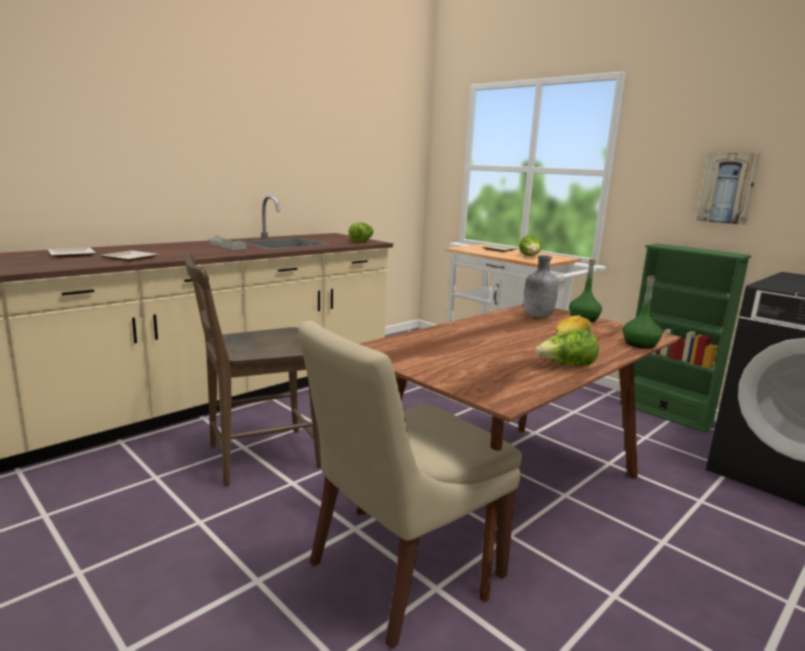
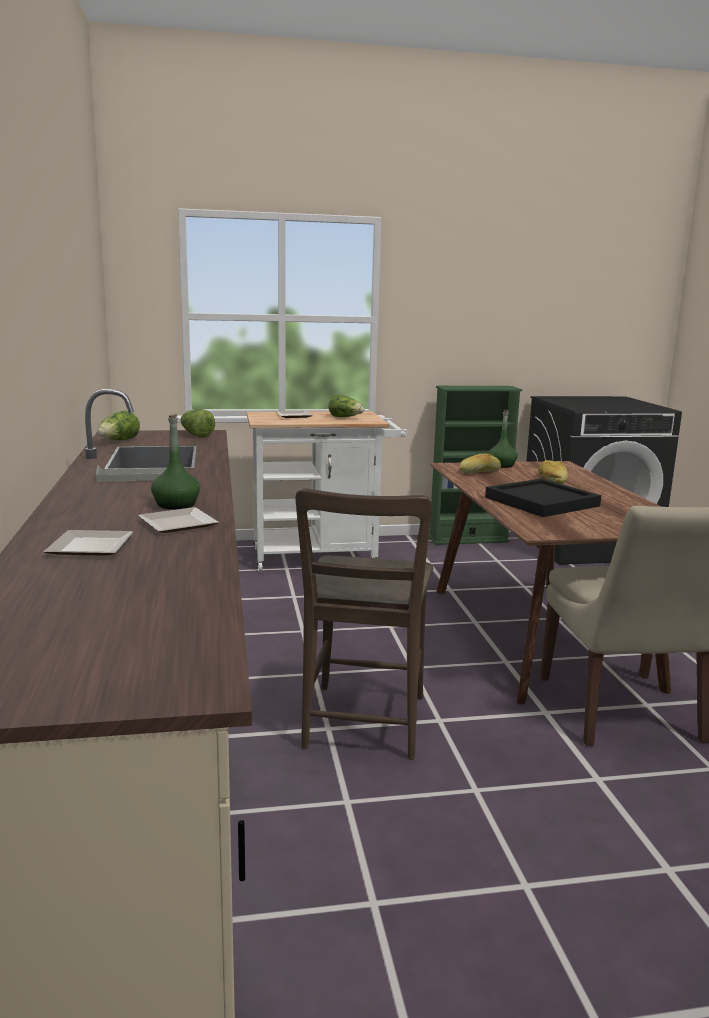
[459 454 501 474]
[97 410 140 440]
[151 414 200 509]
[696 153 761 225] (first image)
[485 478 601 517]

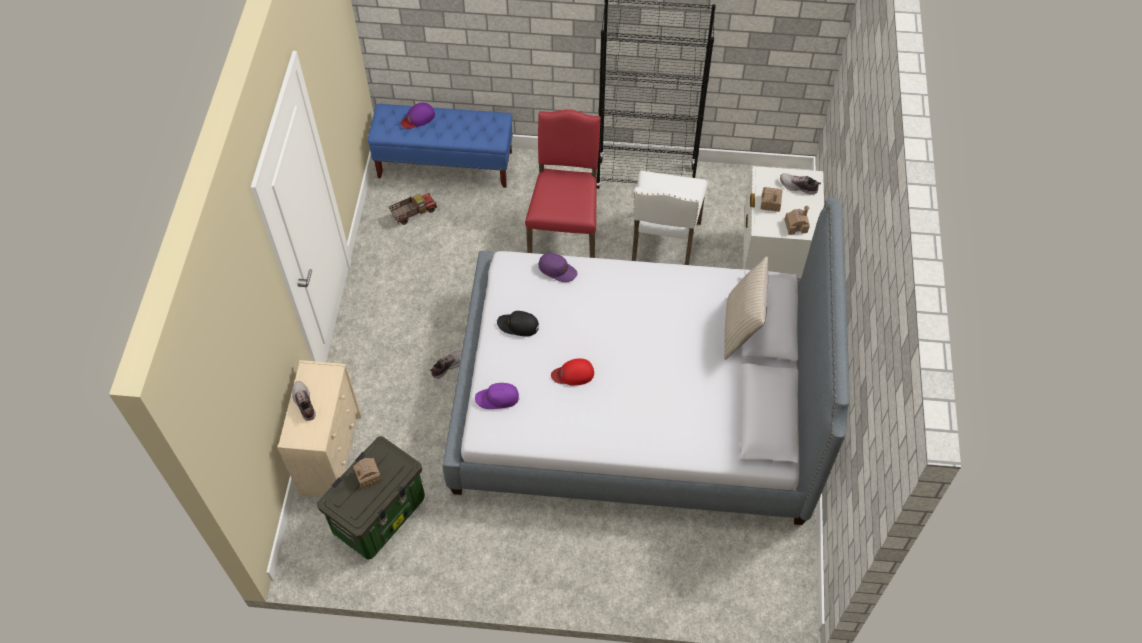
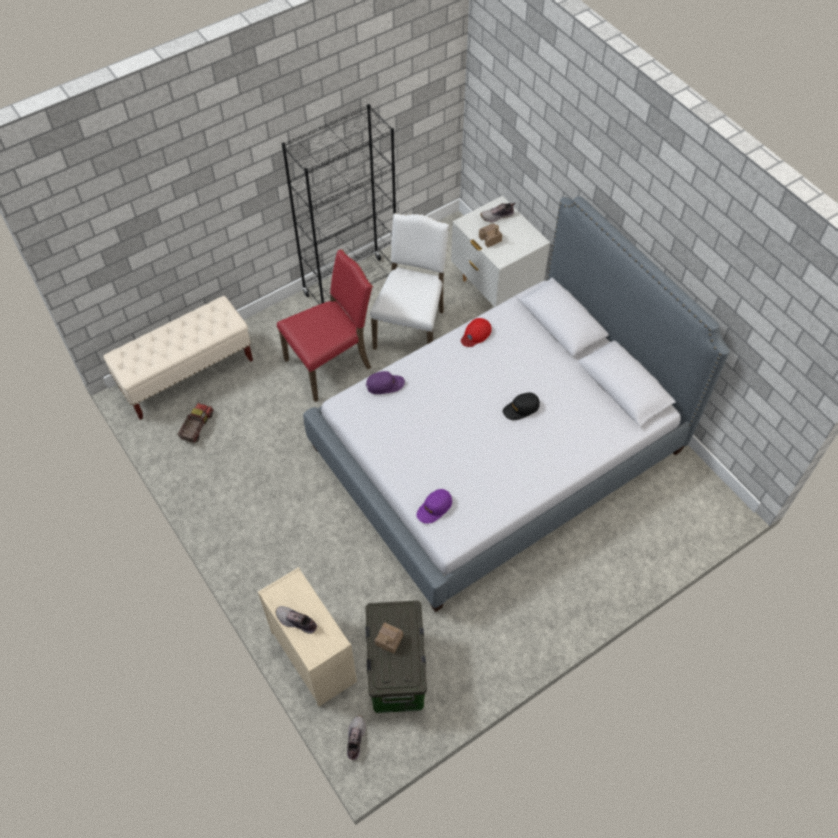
[103 296 253 420]
[401 103 435 129] (first image)
[347 715 366 760]
[503 392 540 420]
[277 250 373 402]
[461 318 492 347]
[370 213 449 350]
[724 256 768 360] (first image)
[784 206 810 235] (first image)

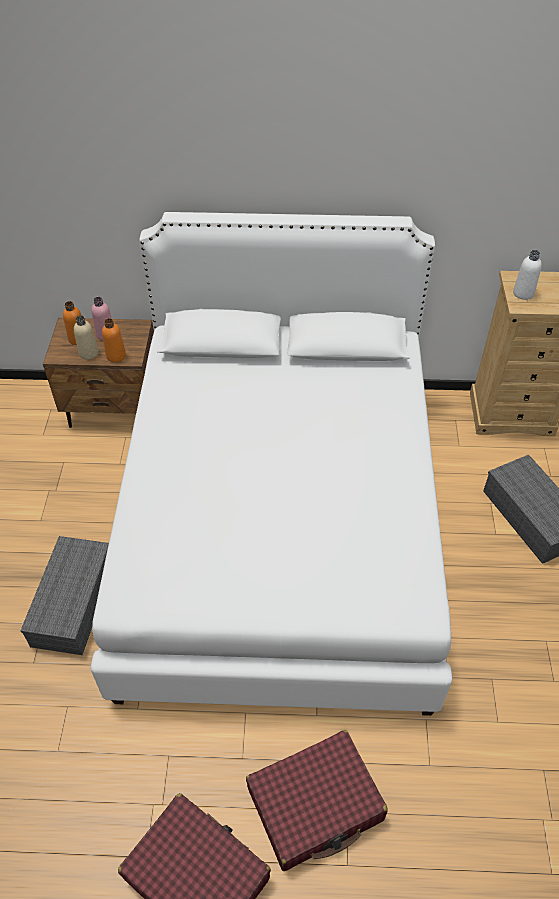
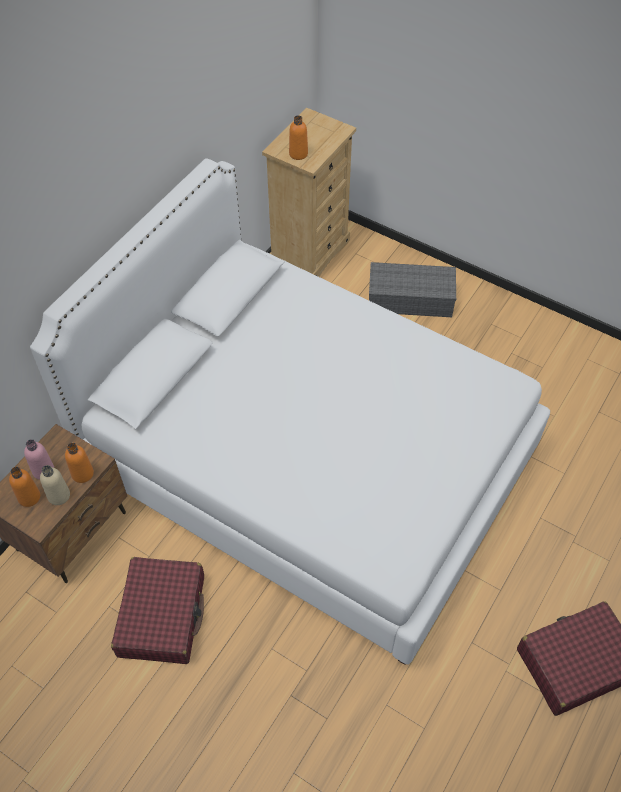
[20 536 109 655] (first image)
[111 557 204 664]
[289 115 308 160]

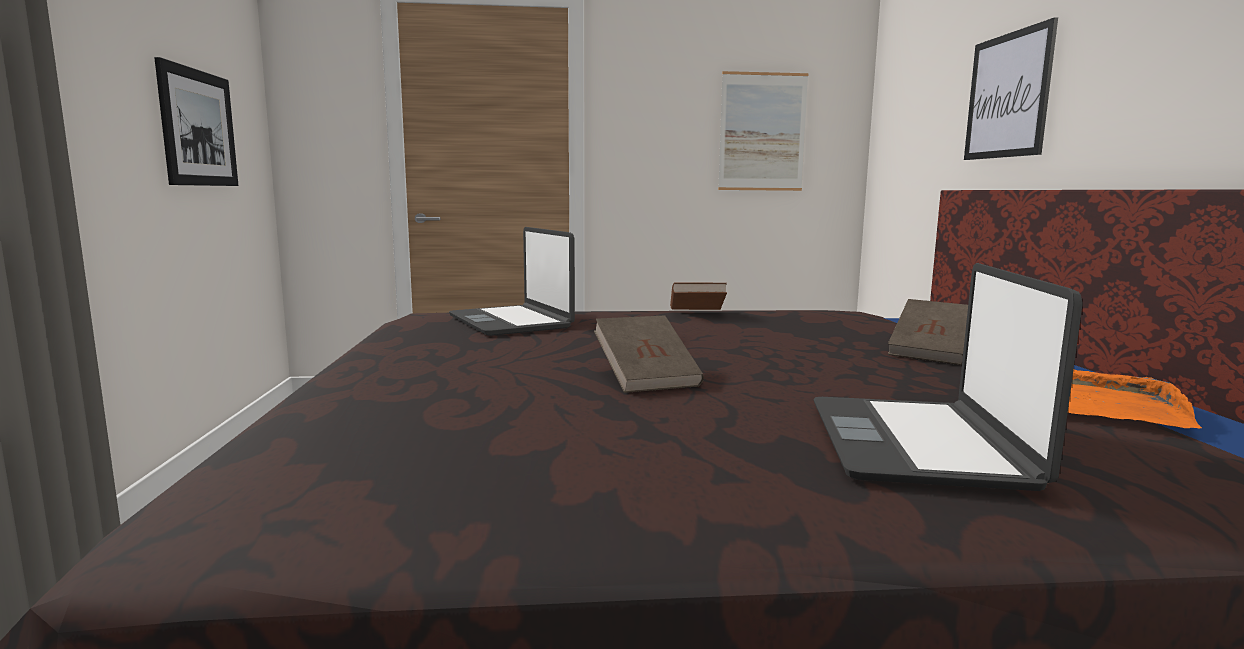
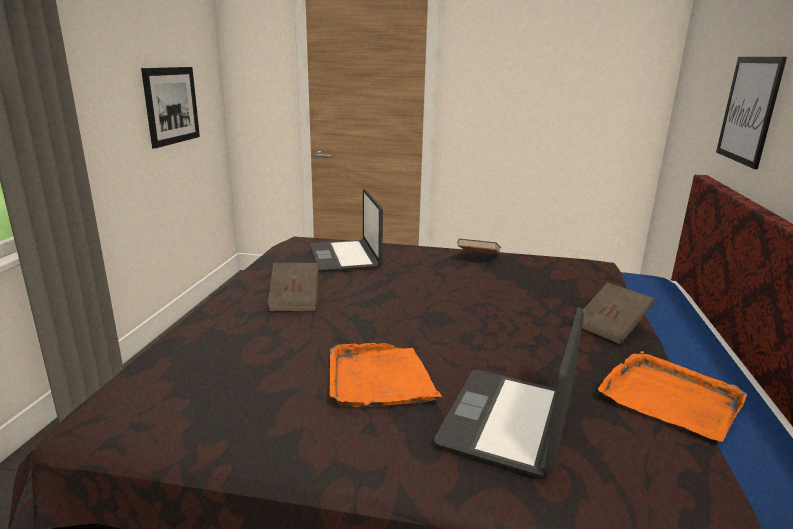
[268 263 319 311]
[718 71 808 191] (first image)
[329 343 442 408]

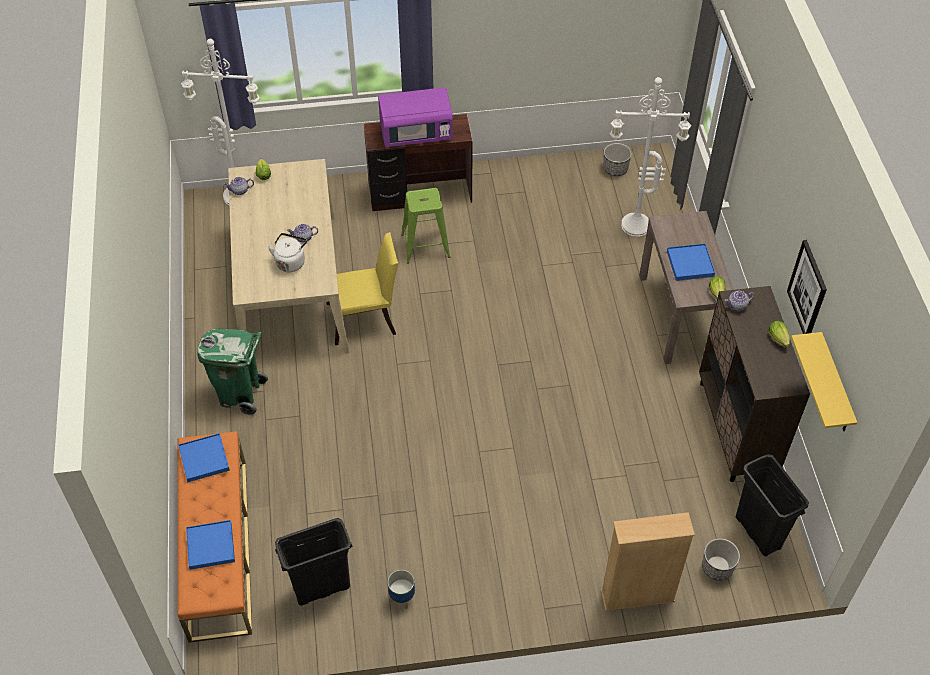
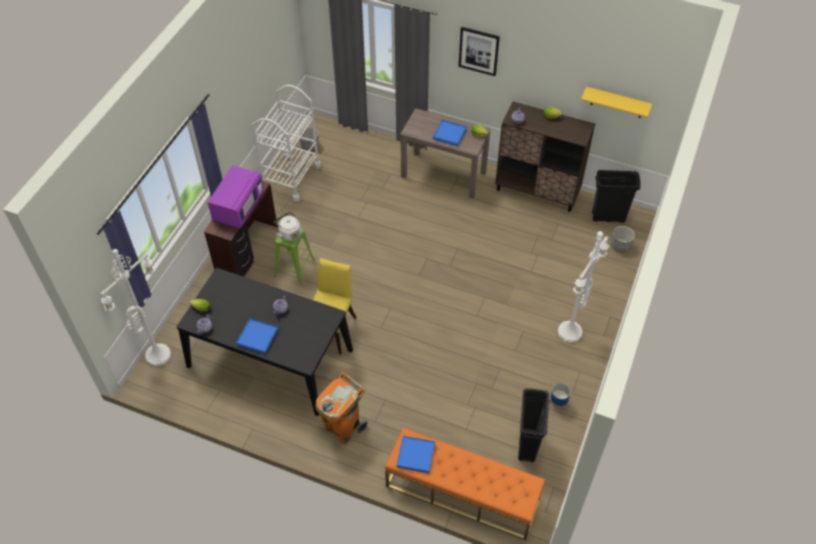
[236 318 278 354]
[315 371 368 444]
[176 268 353 416]
[274 212 301 241]
[601 512 695 611] (first image)
[558 231 609 342]
[459 27 500 76]
[252 85 321 202]

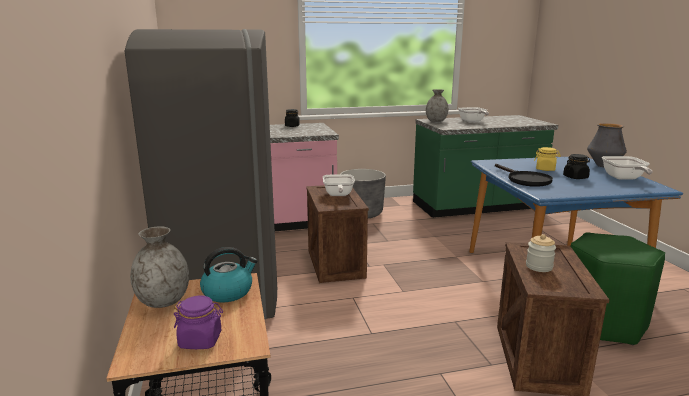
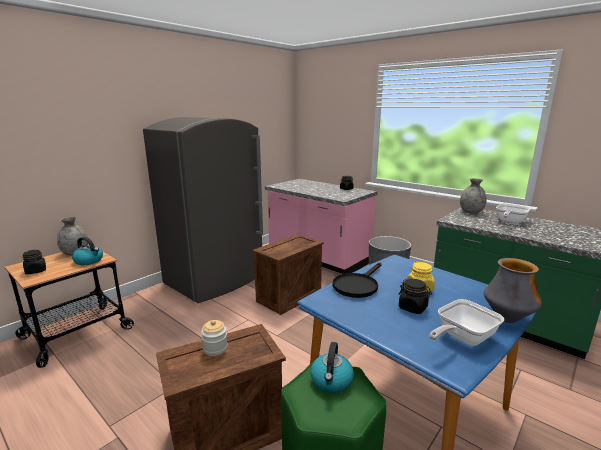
[22 250 46 274]
[323 174 355 196] (first image)
[310 342 354 393]

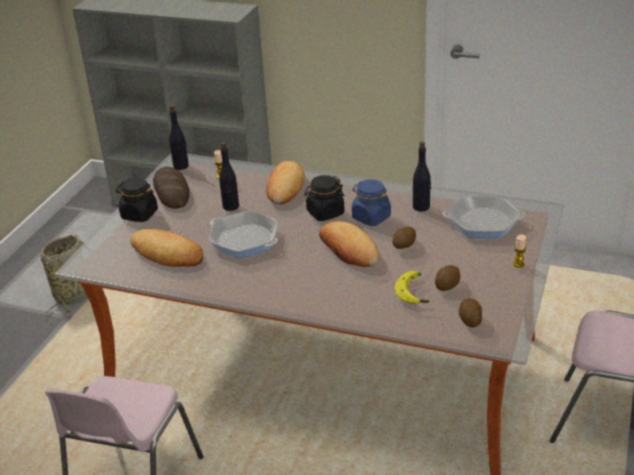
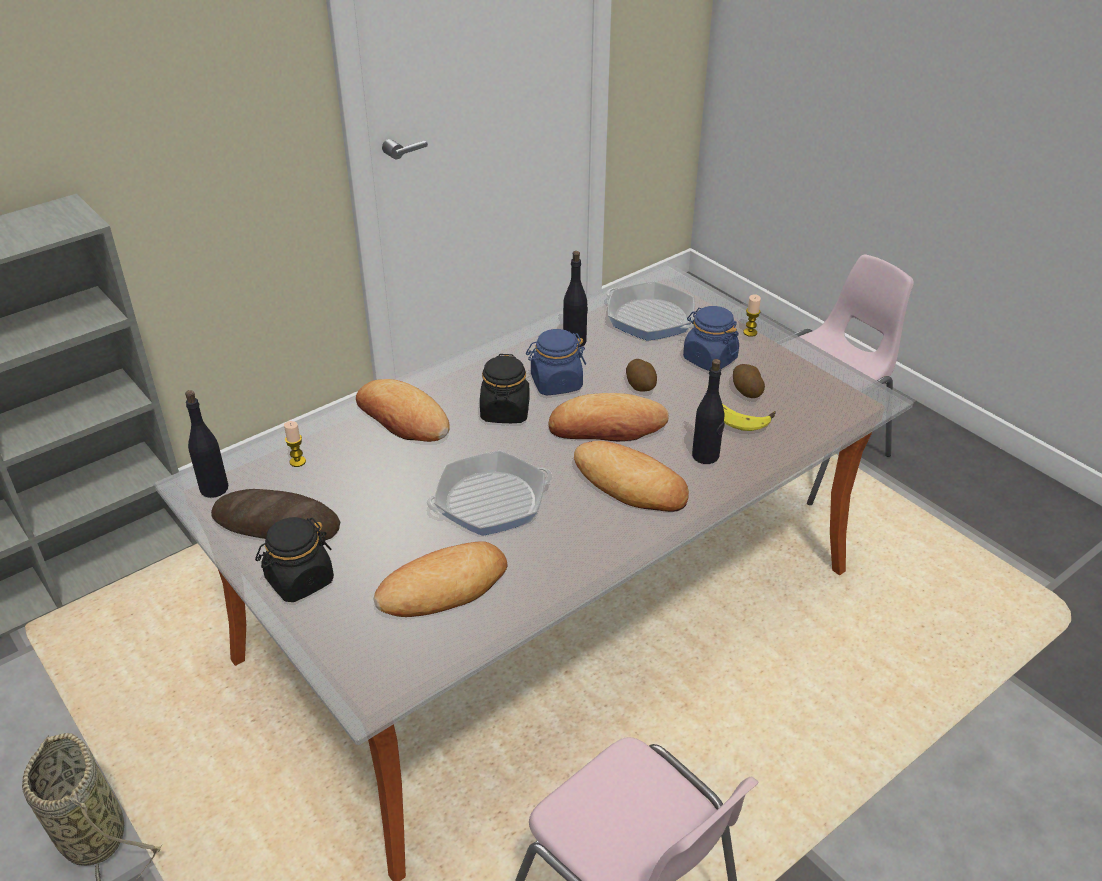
[692 359 725 464]
[606 282 695 341]
[459 298 482 327] (first image)
[574 441 689 512]
[683 306 739 371]

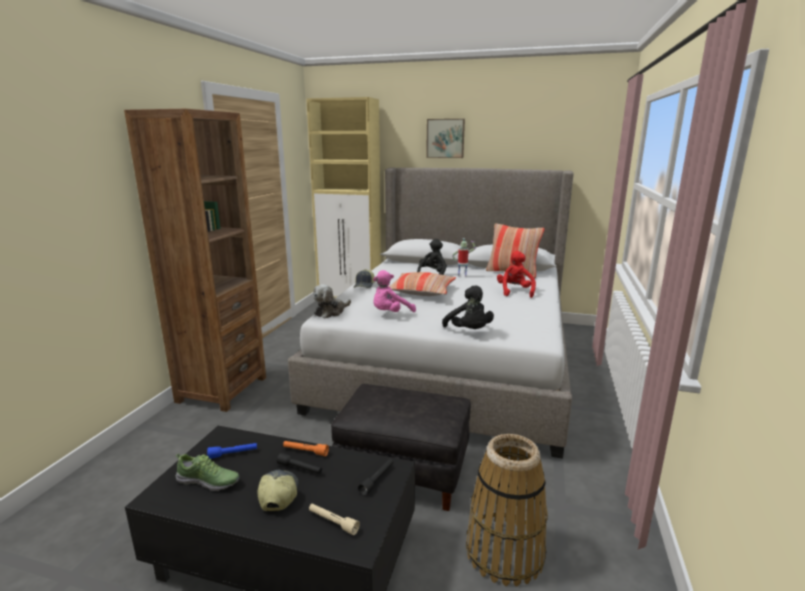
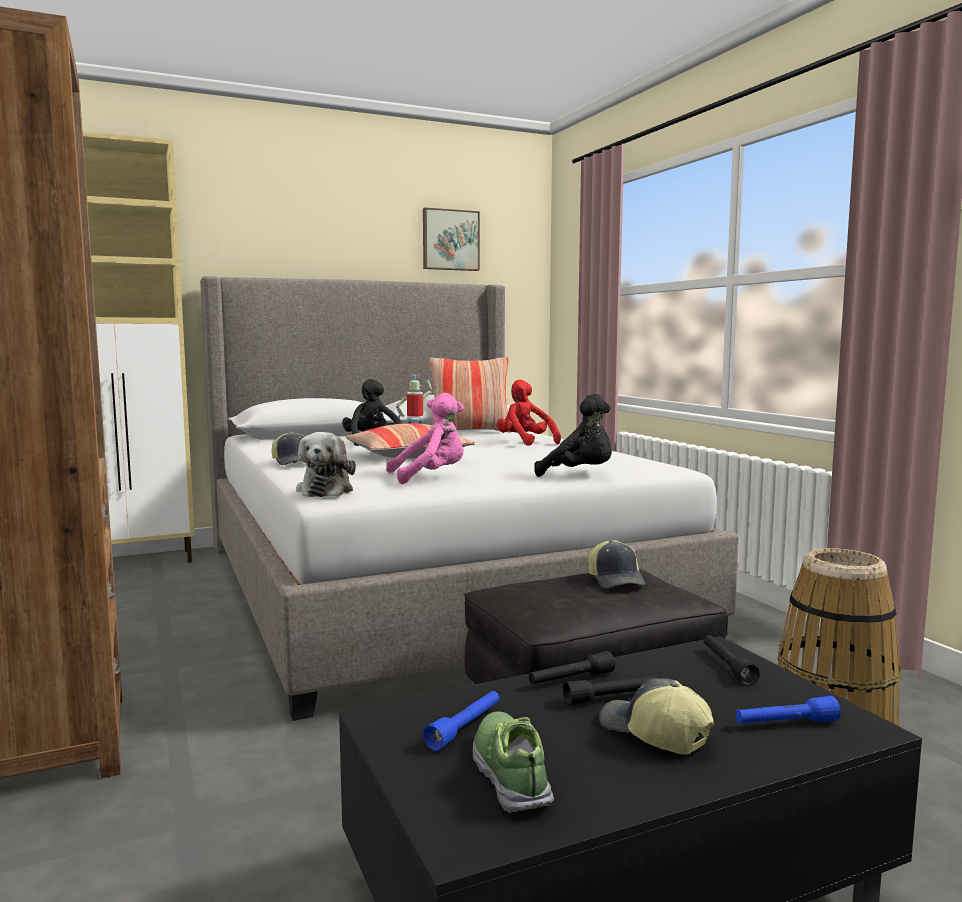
[473 711 554 813]
[529 651 615 684]
[736 696 841 724]
[386 393 464 484]
[423 208 480 271]
[588 540 645 588]

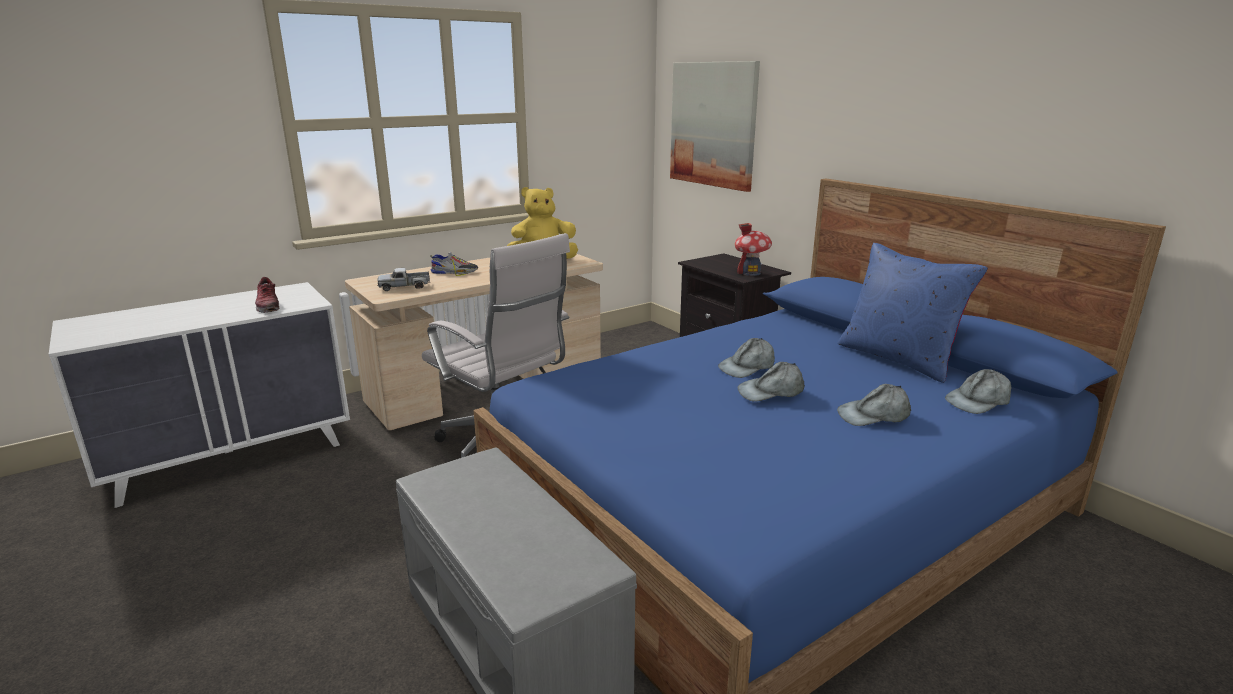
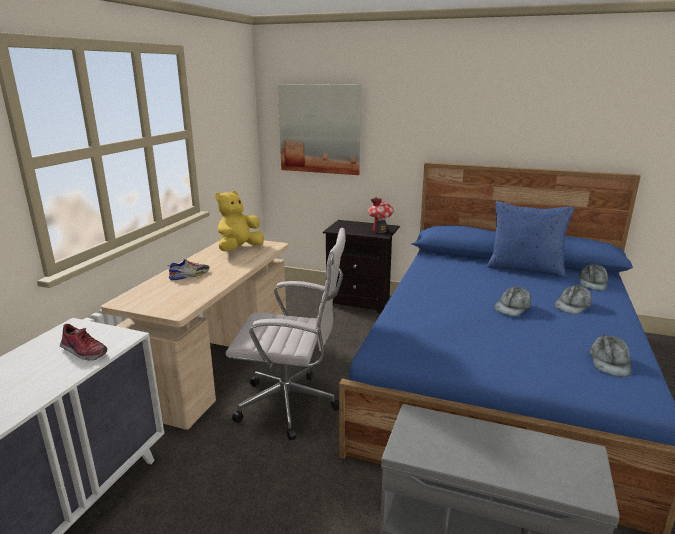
[377 268 431 291] (first image)
[589 334 631 377]

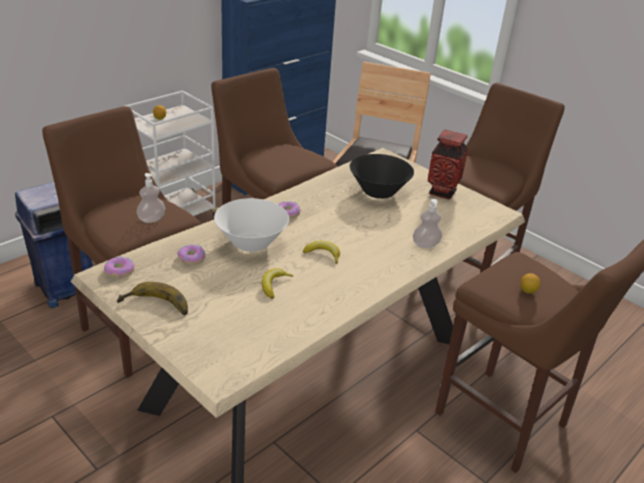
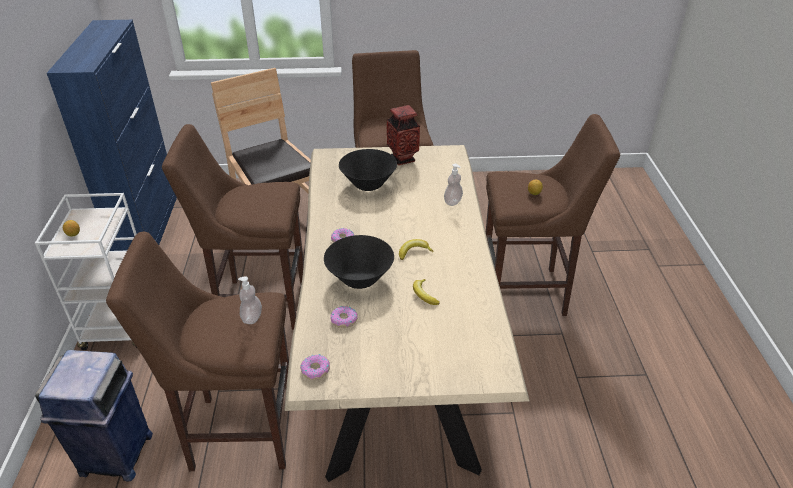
[117 282 188 315] (first image)
[324 235 394 289]

